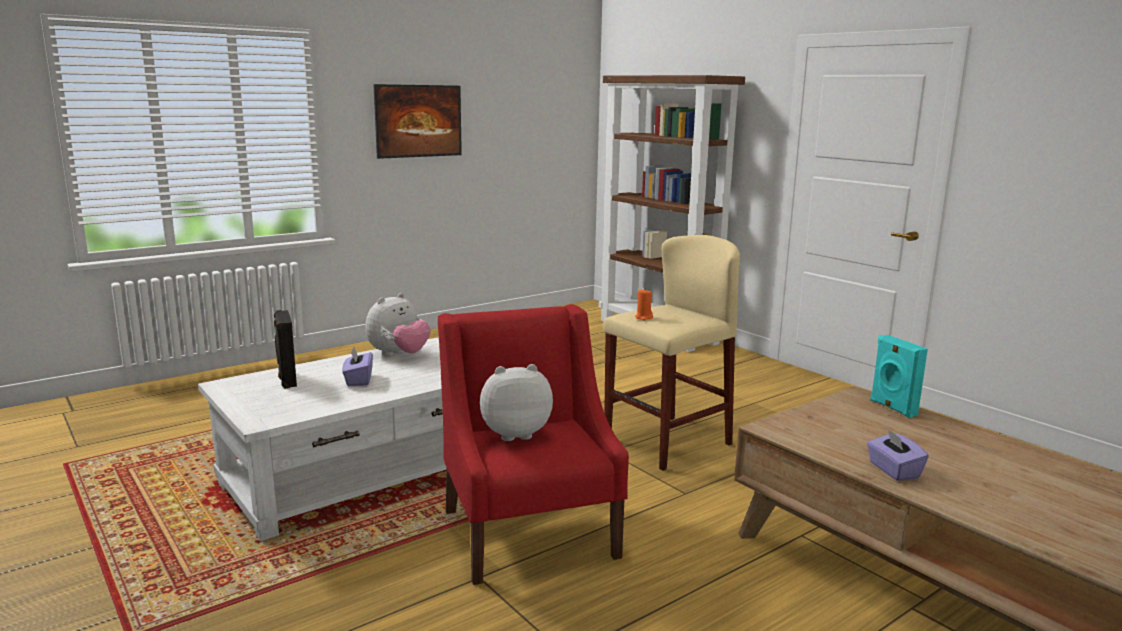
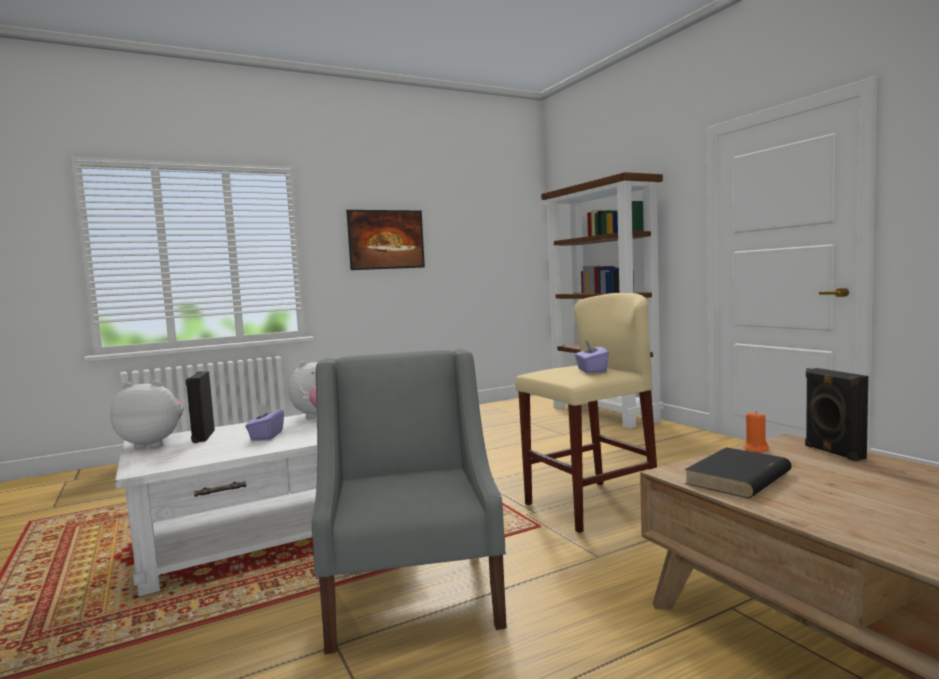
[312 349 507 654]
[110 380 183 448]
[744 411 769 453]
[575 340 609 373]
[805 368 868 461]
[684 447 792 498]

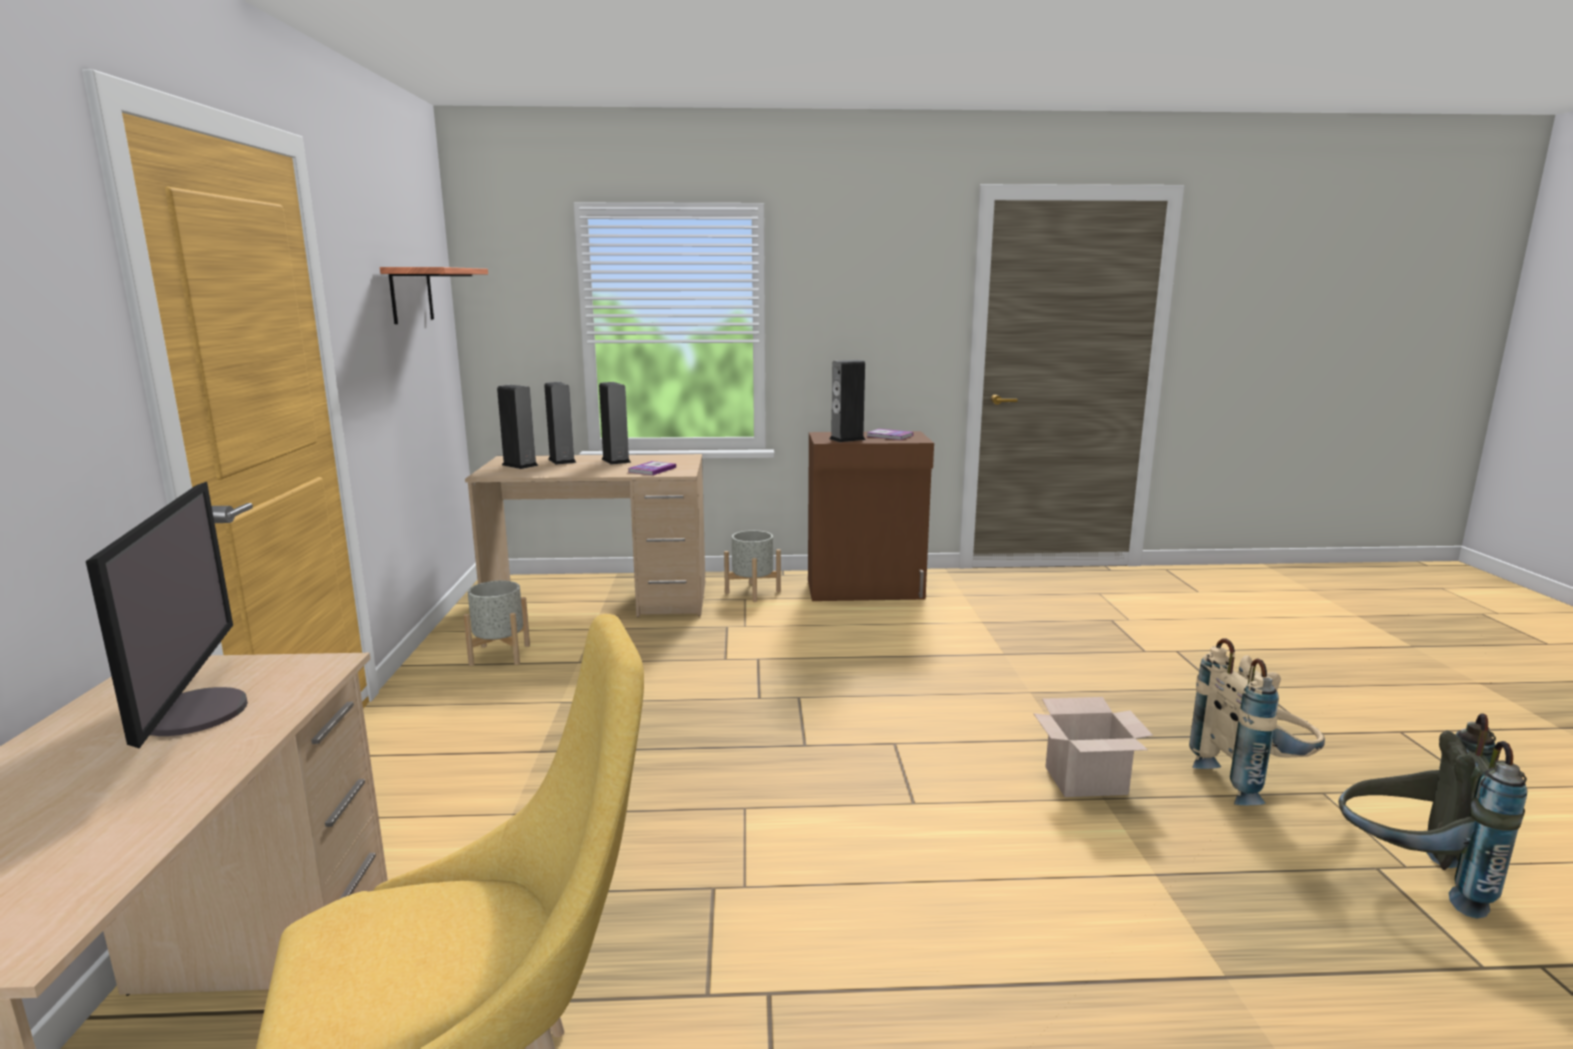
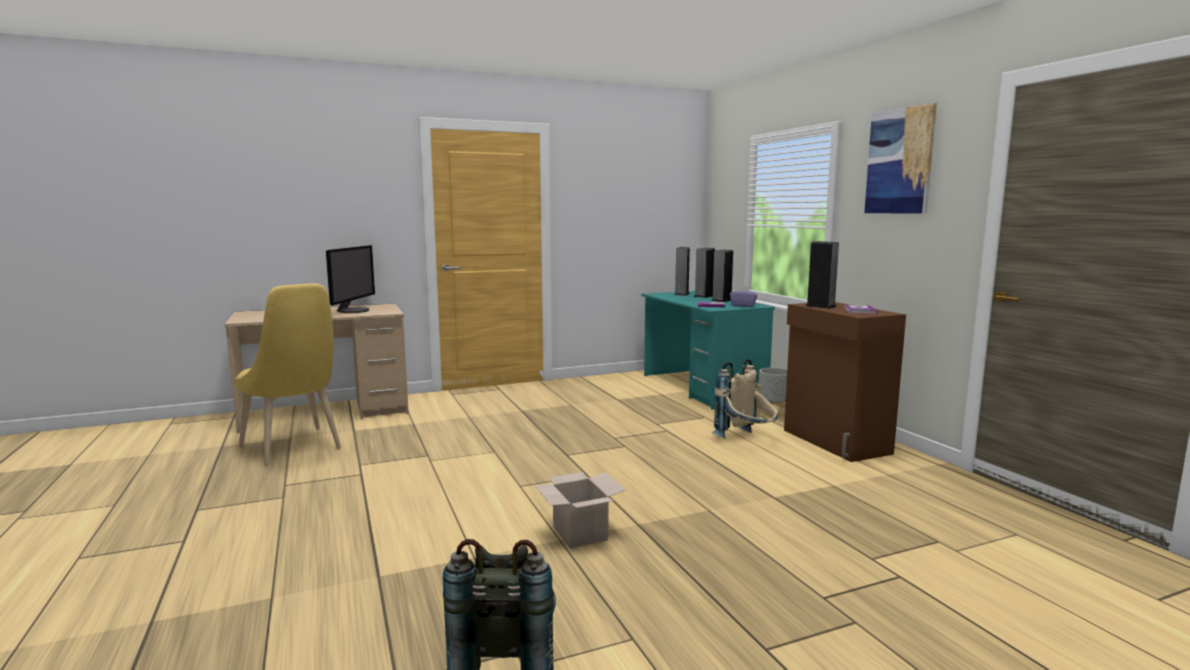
[326 245 375 313]
[380 267 488 324] (first image)
[463 581 530 666] (first image)
[642 291 775 410]
[712 359 778 439]
[730 286 757 307]
[864 103 937 214]

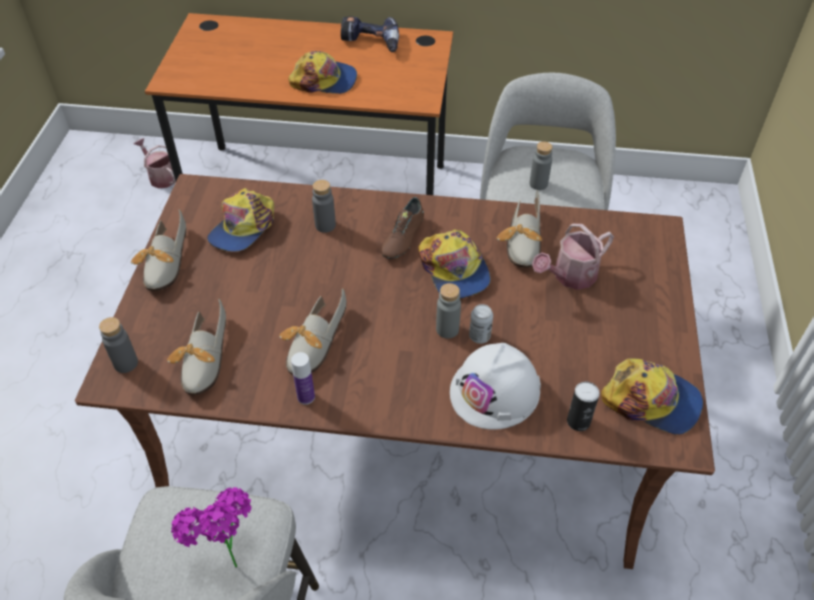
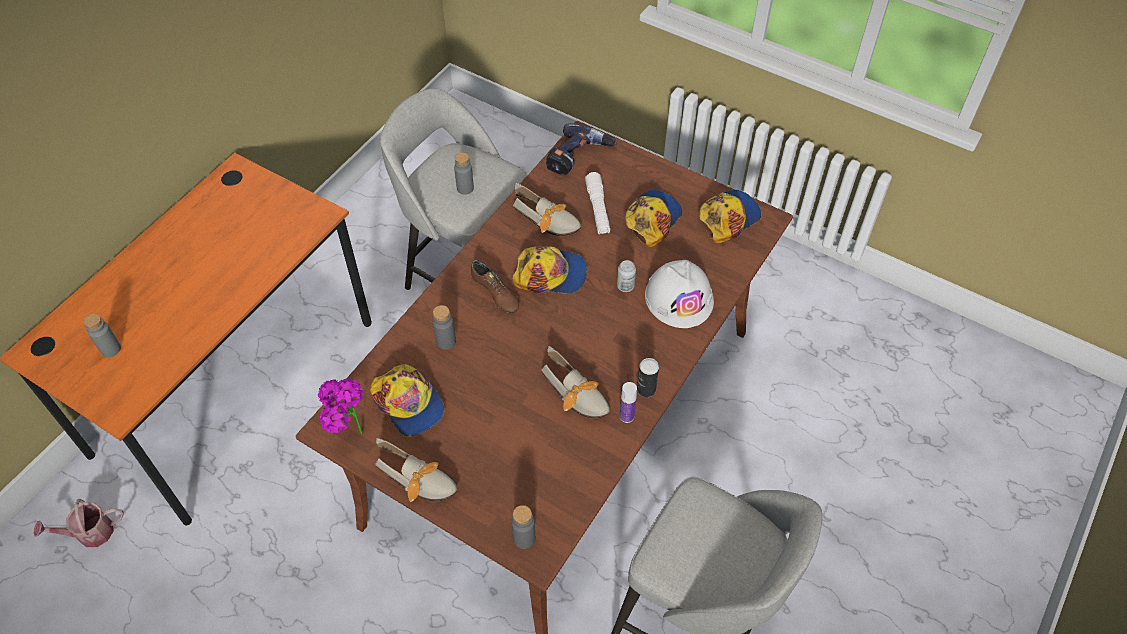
[167 299 226 395] (first image)
[318 378 363 434]
[625 190 682 247]
[546 123 617 175]
[83 313 121 357]
[585 172 610 234]
[637 358 659 397]

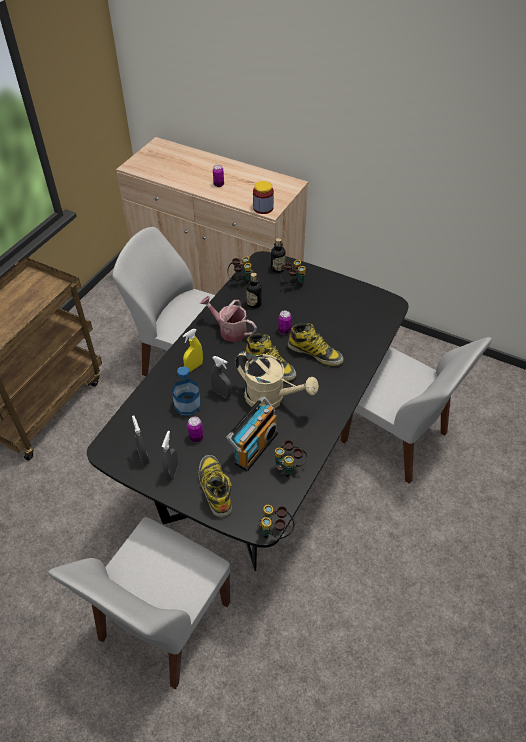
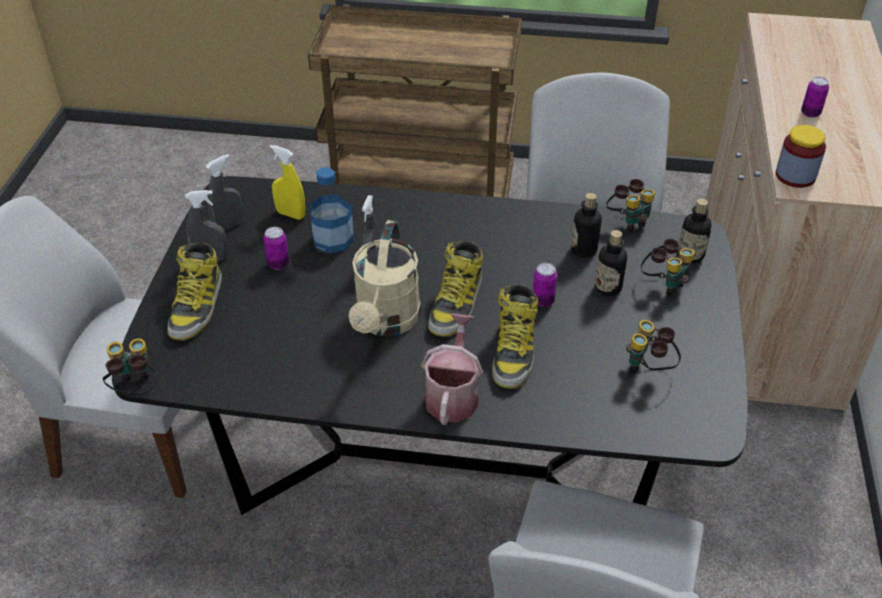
[270 145 305 220]
[167 243 222 340]
[421 313 483 425]
[226 396 278 471] (first image)
[626 320 681 374]
[595 230 627 296]

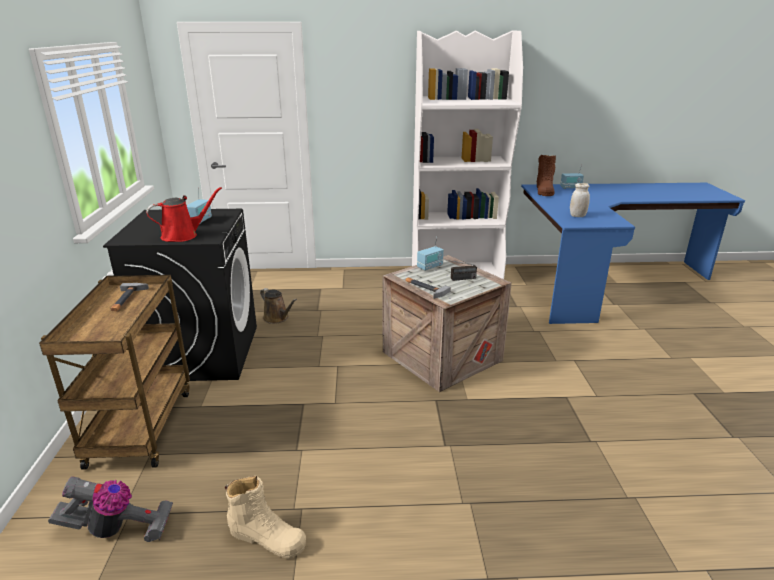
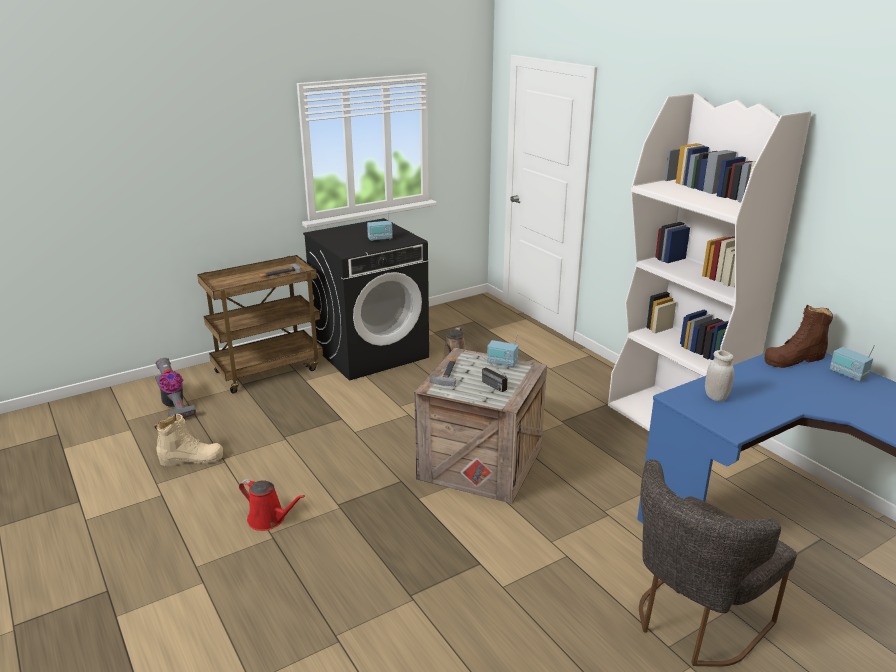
[239 479 305 531]
[154 414 223 466]
[639 459 797 667]

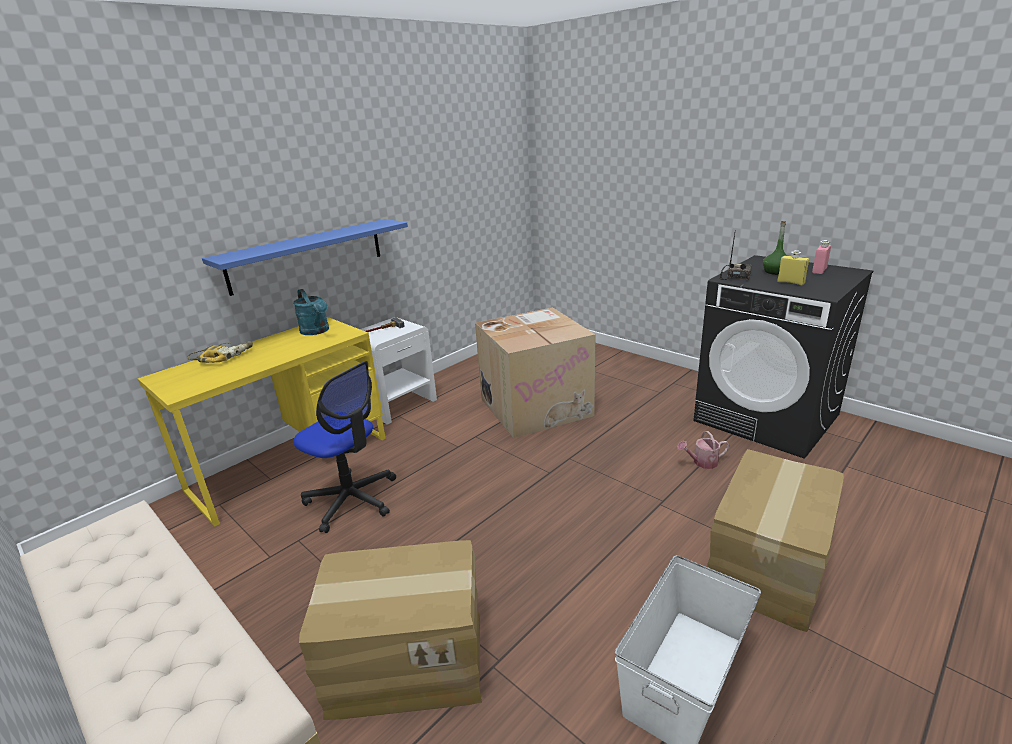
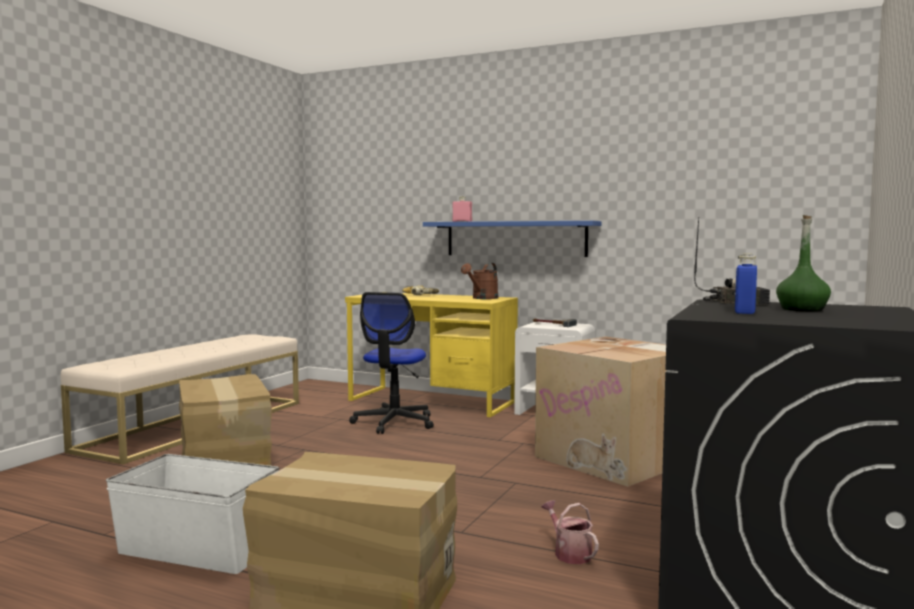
[461 263 498 299]
[735 254 757 314]
[452 196 472 222]

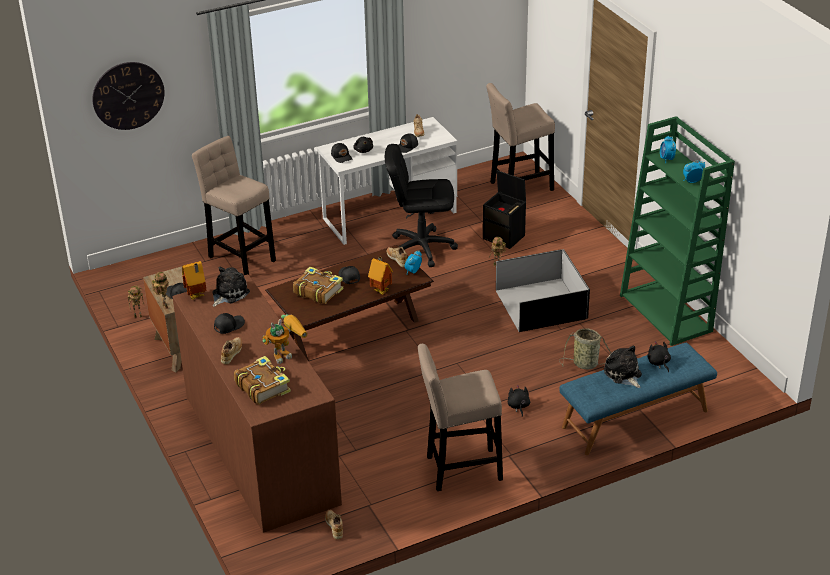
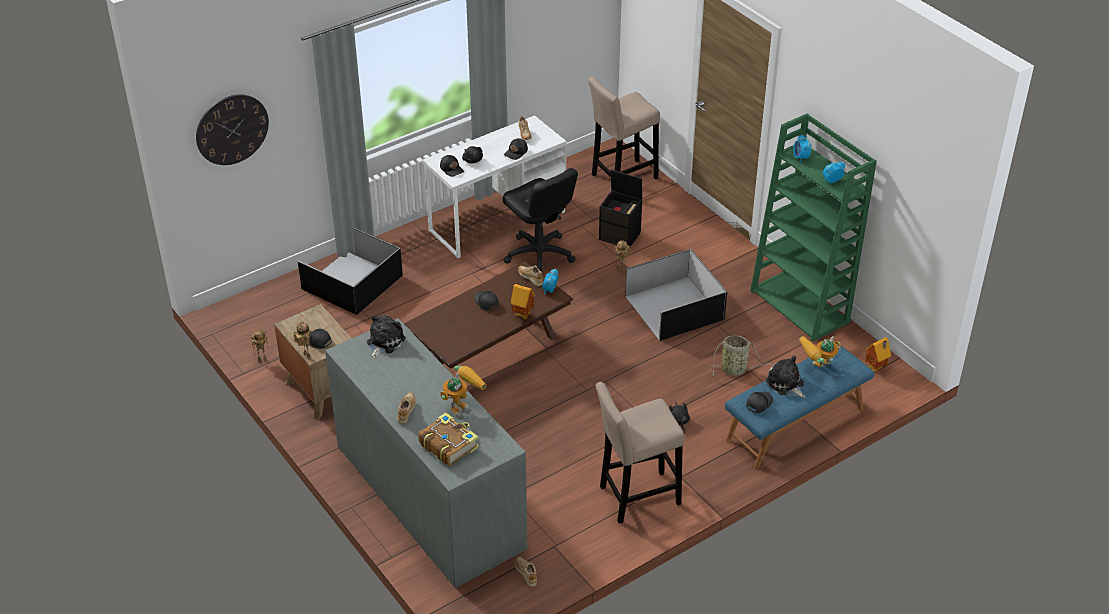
[325 318 527 588]
[865 337 891 373]
[297 228 403 315]
[746 392 773 413]
[293 267 343 304] (first image)
[502 168 578 274]
[799 336 841 367]

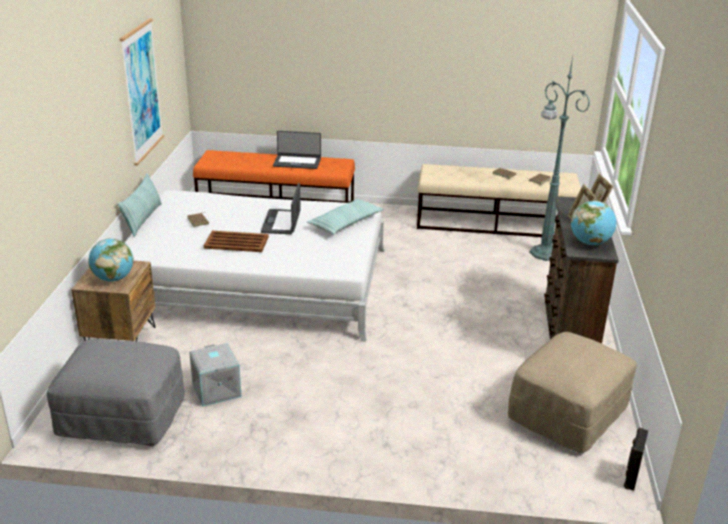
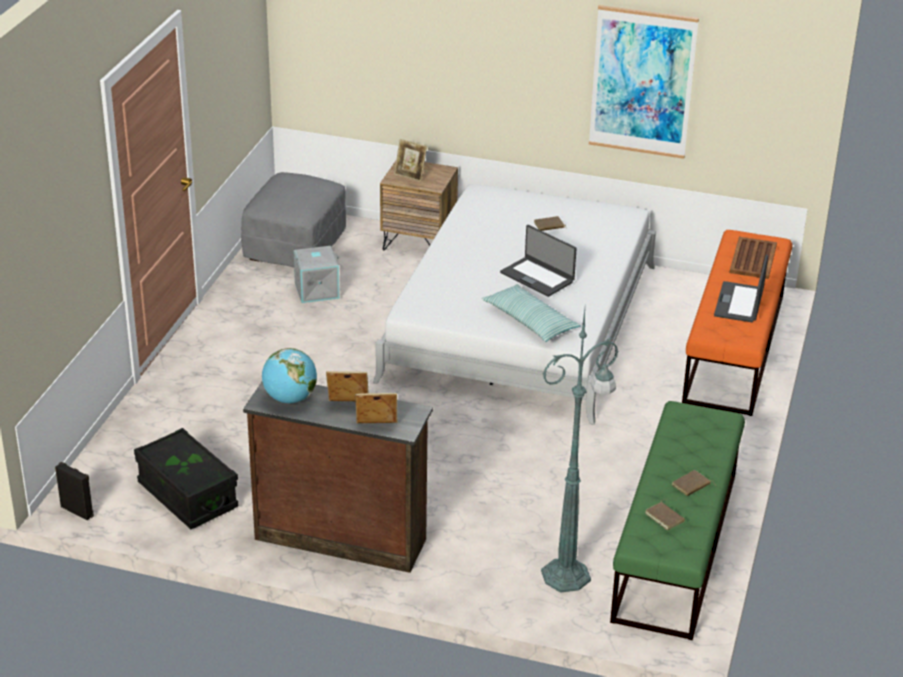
[394 139 427 182]
[118 173 162 237] (first image)
[729 237 777 279]
[500 225 577 297]
[610 401 745 640]
[134 428 238 529]

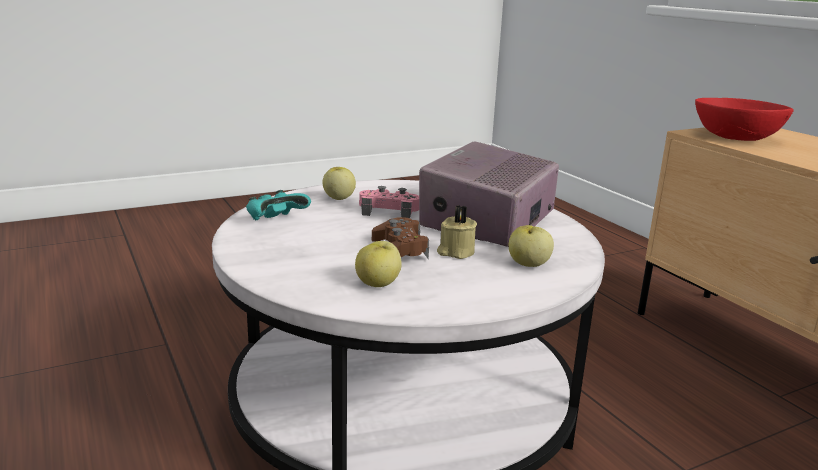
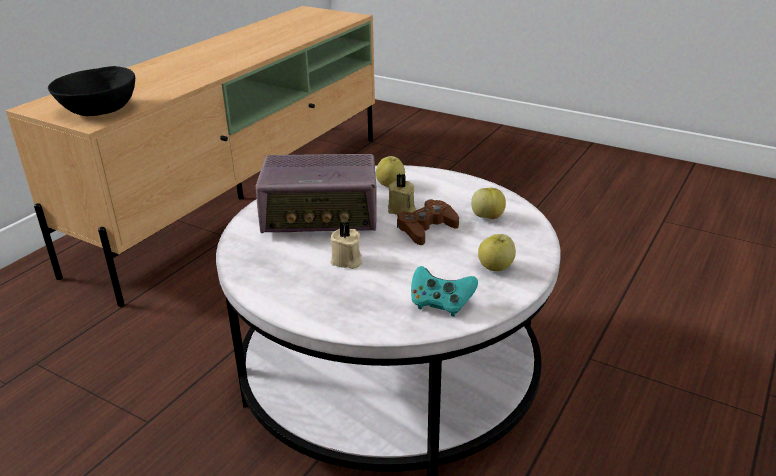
[478 234 516 271]
[331 221 362 269]
[48 66 135 116]

